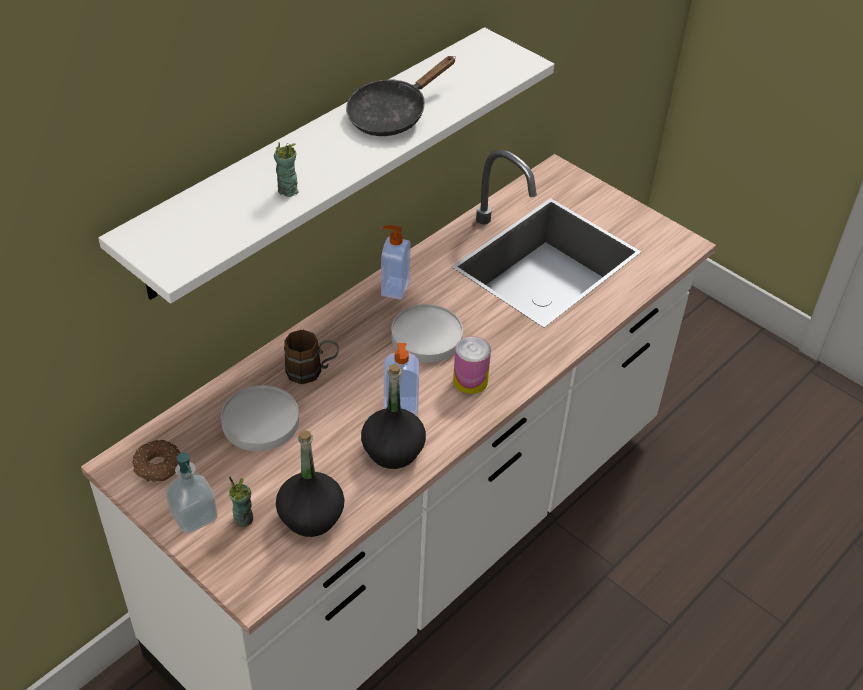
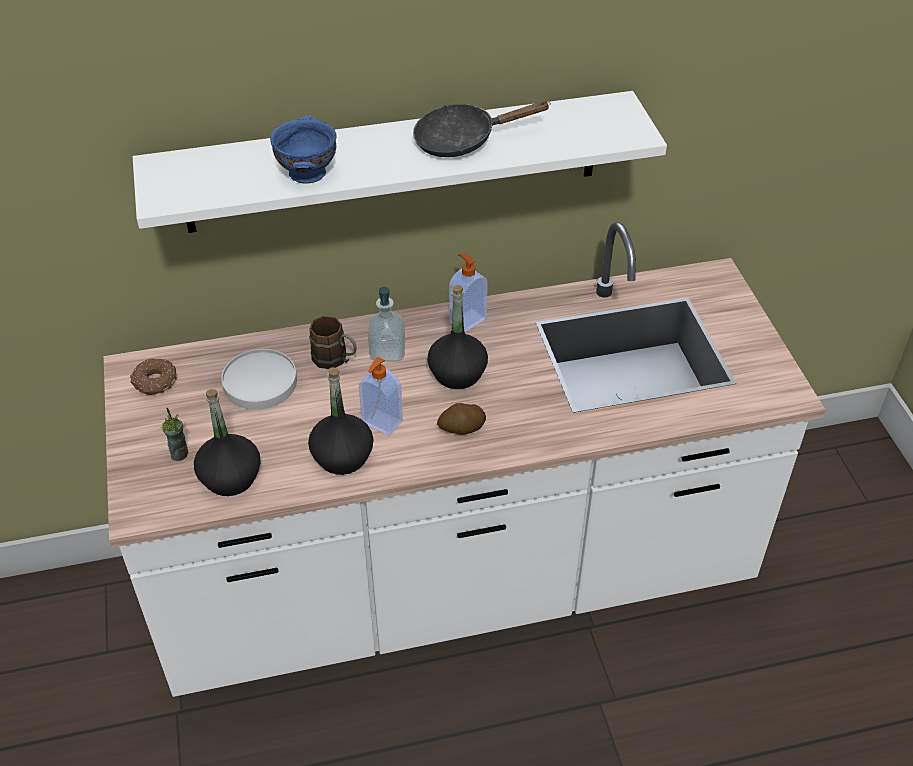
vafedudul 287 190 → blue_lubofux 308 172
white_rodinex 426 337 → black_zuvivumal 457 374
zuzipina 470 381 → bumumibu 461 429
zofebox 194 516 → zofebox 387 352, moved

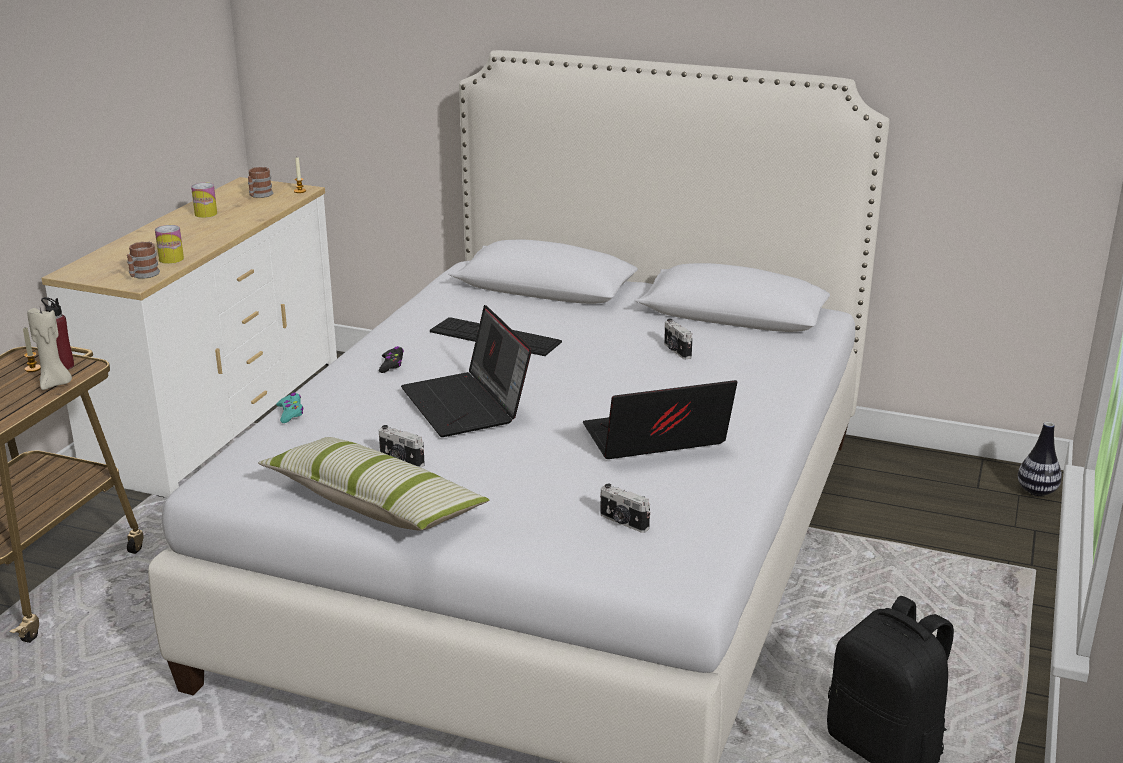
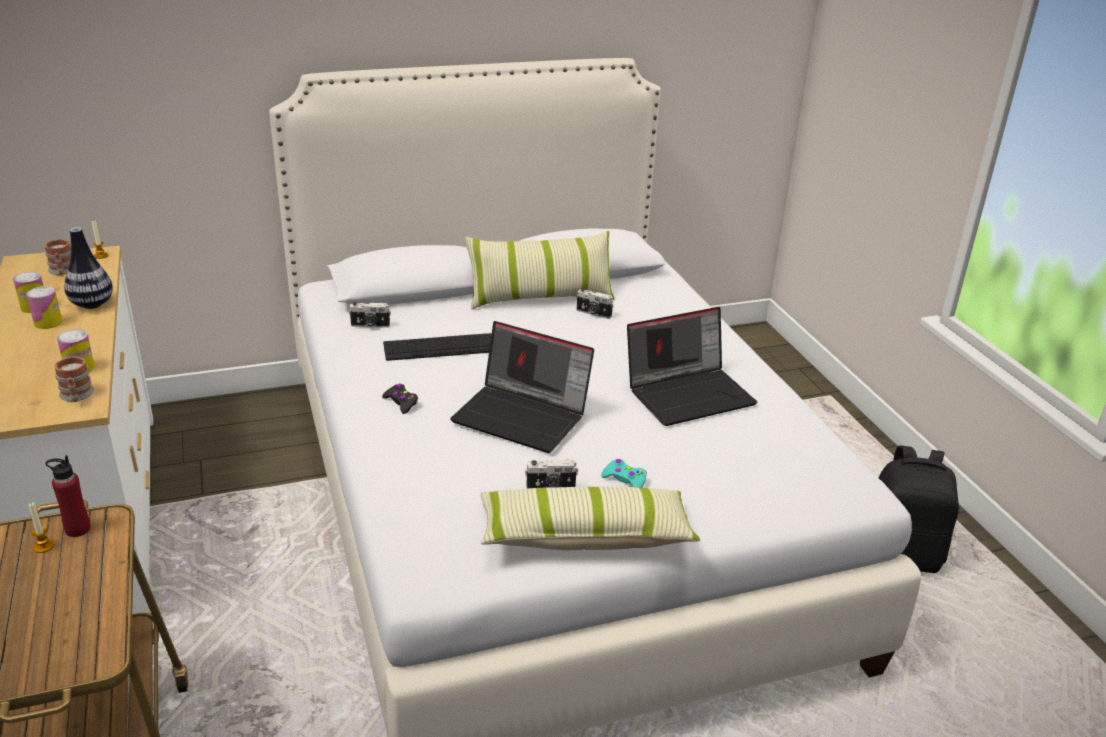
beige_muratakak 55 384 → -
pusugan 654 441 → pusugan 689 393, 150 degrees counterclockwise
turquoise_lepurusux 290 413 → turquoise_lepurusux 625 479, moved
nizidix 1036 491 → nizidix 92 304, moved
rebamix 623 522 → rebamix 370 325, moved
- → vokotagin 540 297
- → zuzipina 48 322

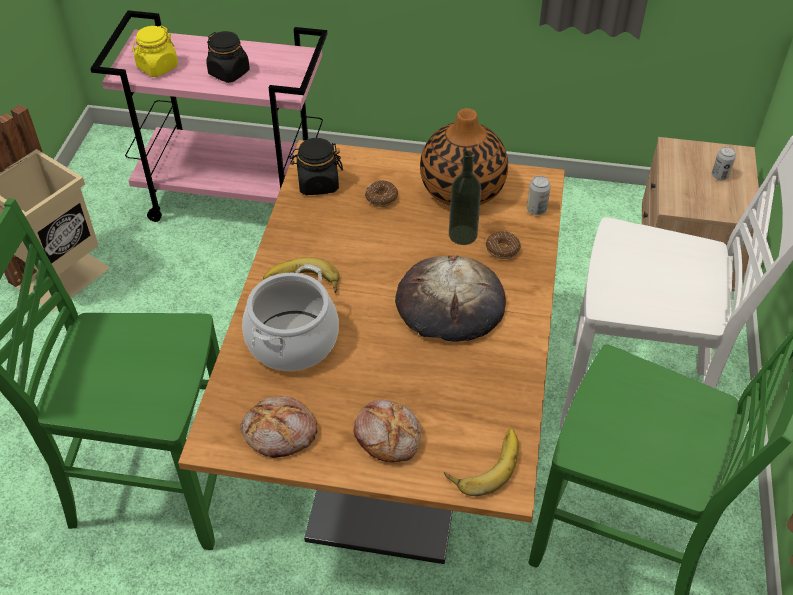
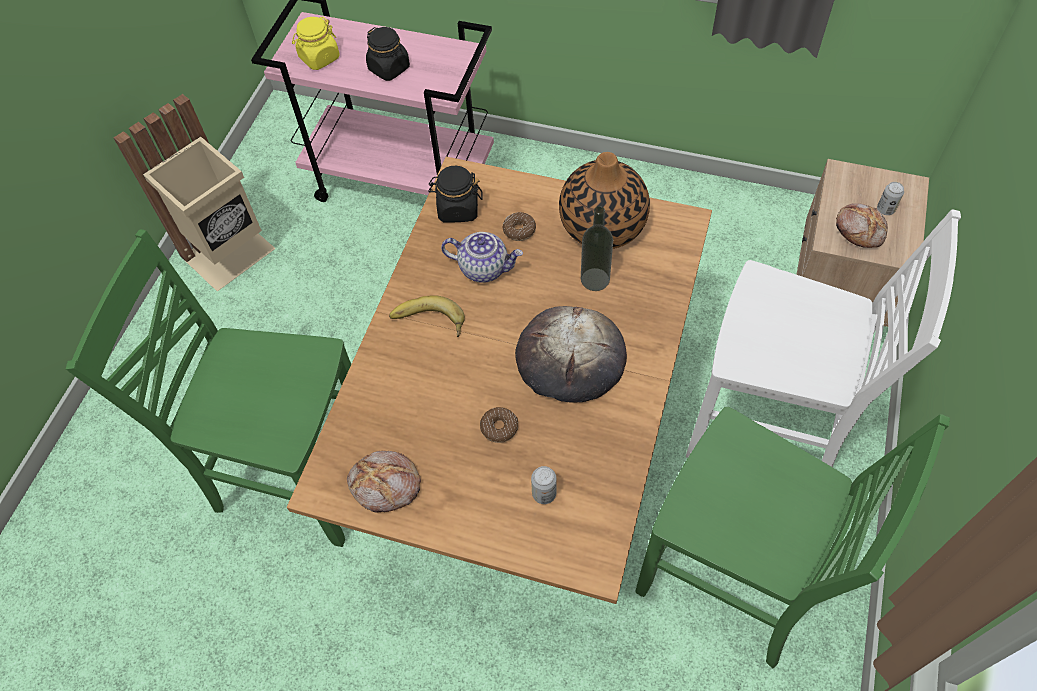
zuzipina 536 209 → zuzipina 544 493, moved
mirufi 502 249 → mirufi 499 428, moved
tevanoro 293 341 → -
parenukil 388 435 → parenukil 860 230, moved
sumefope 484 463 → -
- → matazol 484 268

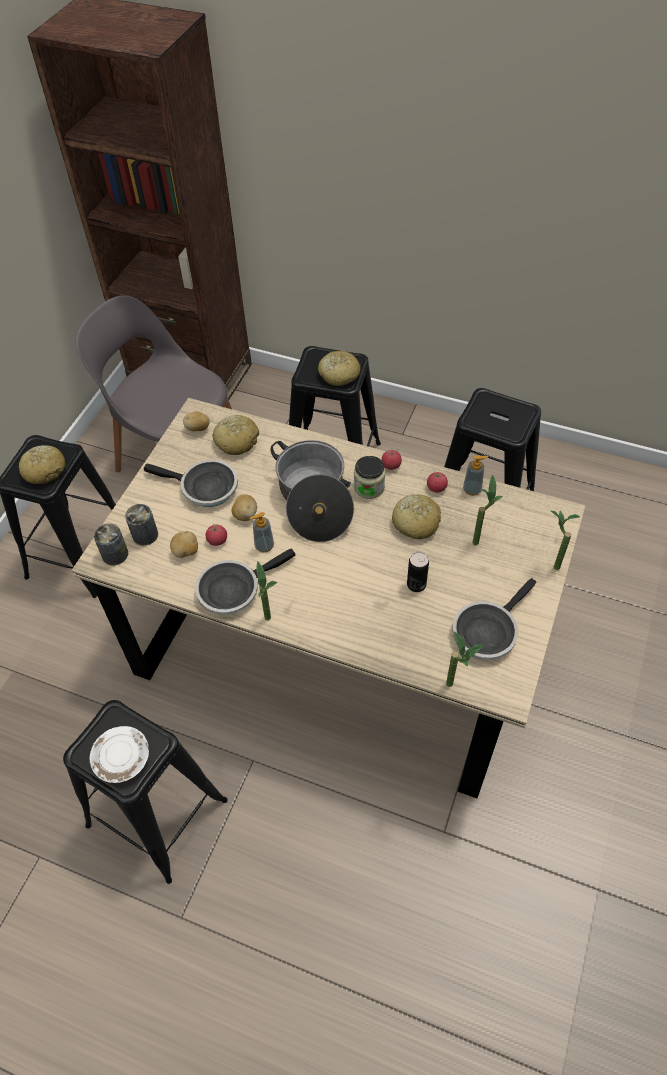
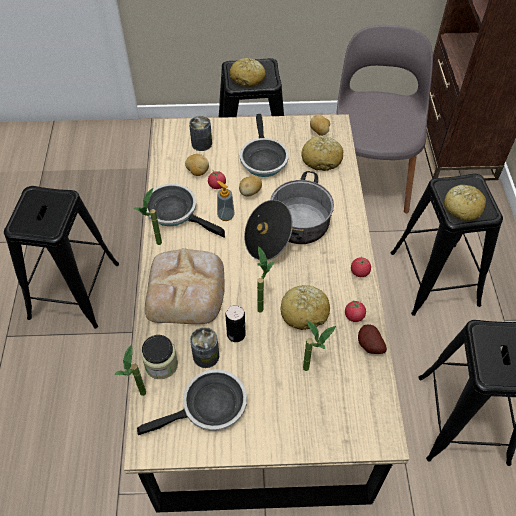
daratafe 369 487 → daratafe 161 364, moved
zofebox 472 489 → bumumibu 369 346
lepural 550 564 → lepural 261 304, moved
zuzipina 115 554 → zuzipina 206 356, moved
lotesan 487 631 → lotesan 209 407, 135 degrees clockwise
white_rodinex 122 759 → -
- → parenukil 186 289

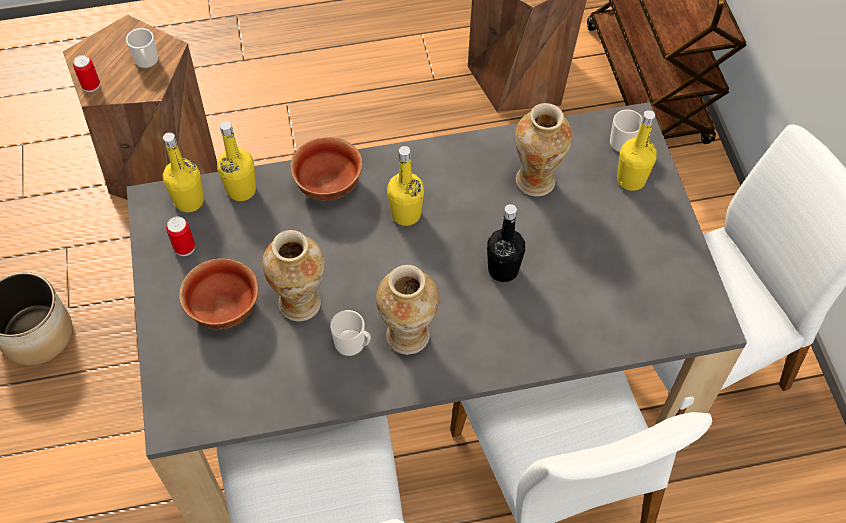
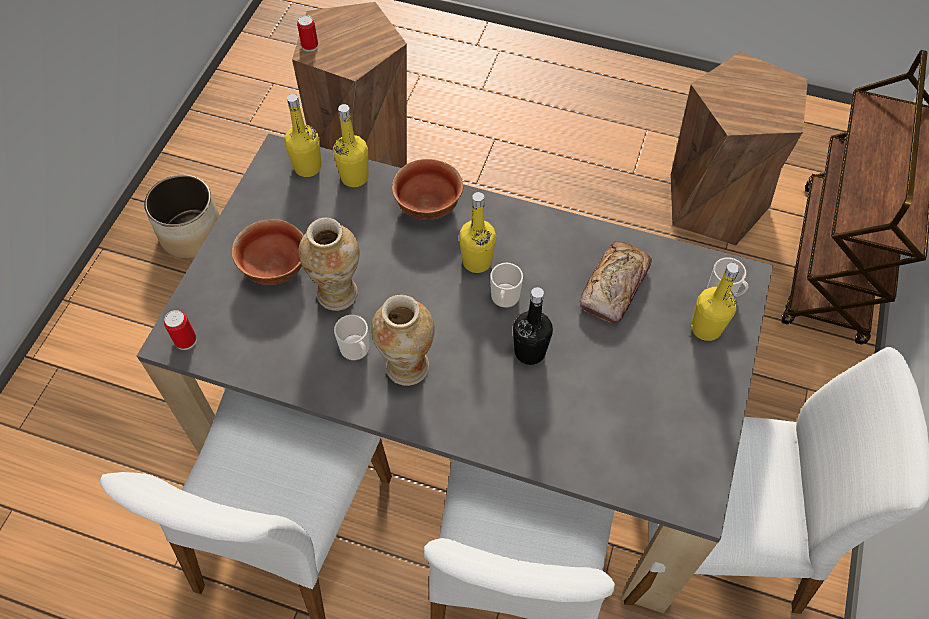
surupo 147 61 → surupo 504 299, moved
nizidix 537 180 → parenukil 614 287
zuzipina 184 247 → zuzipina 185 340, moved

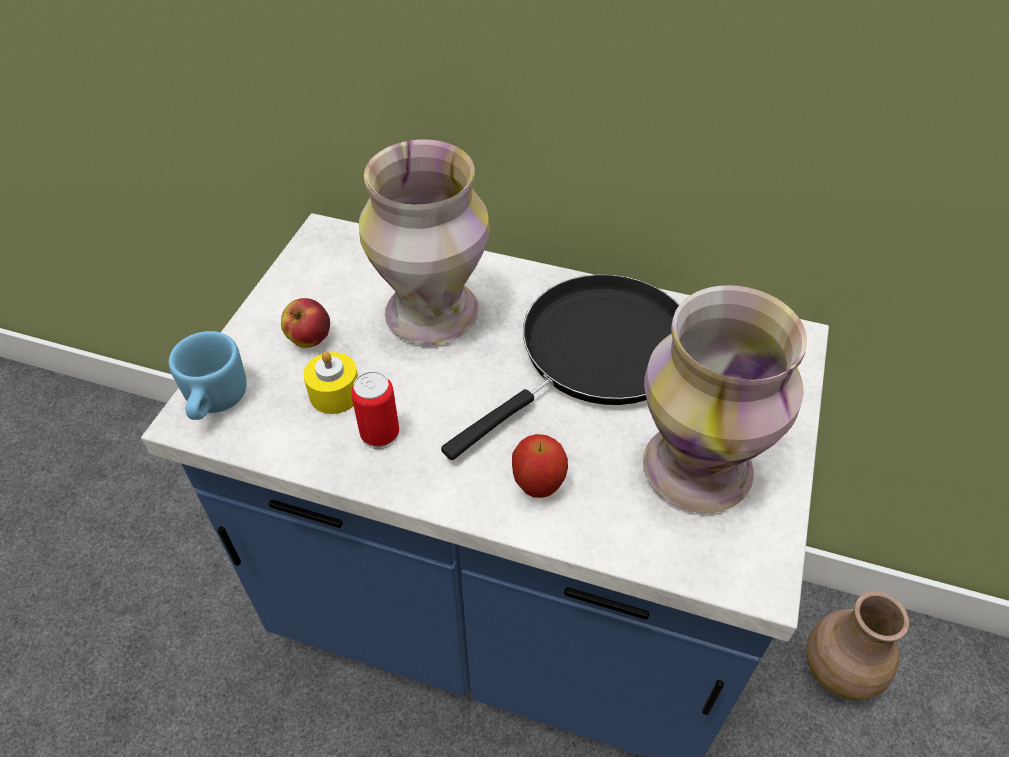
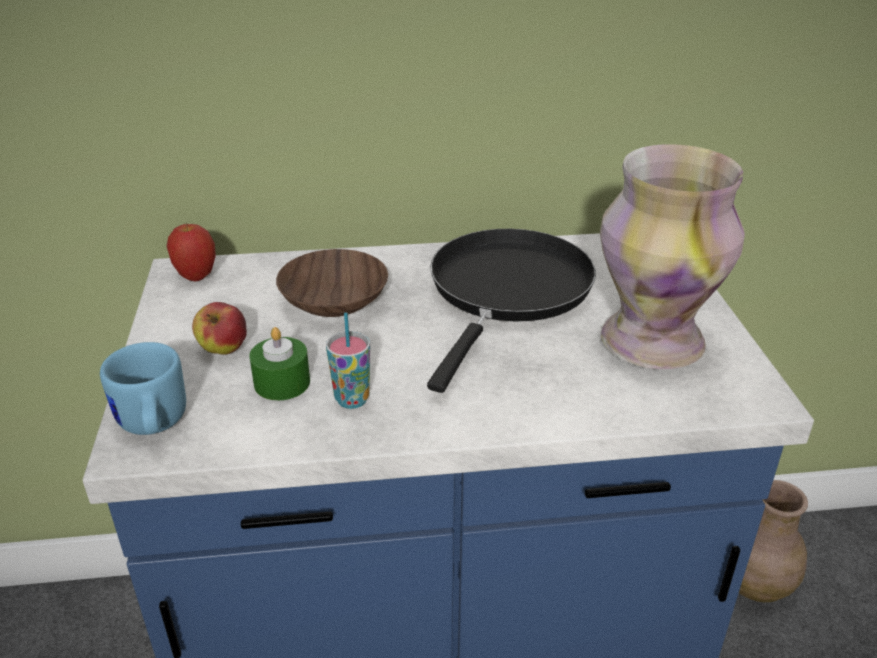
nizidix 430 315 → brown_lubofux 334 302
yellow_muratakak 335 393 → green_muratakak 282 382
zuzipina 380 434 → vafedudul 352 399
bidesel 538 486 → bidesel 196 276, moved

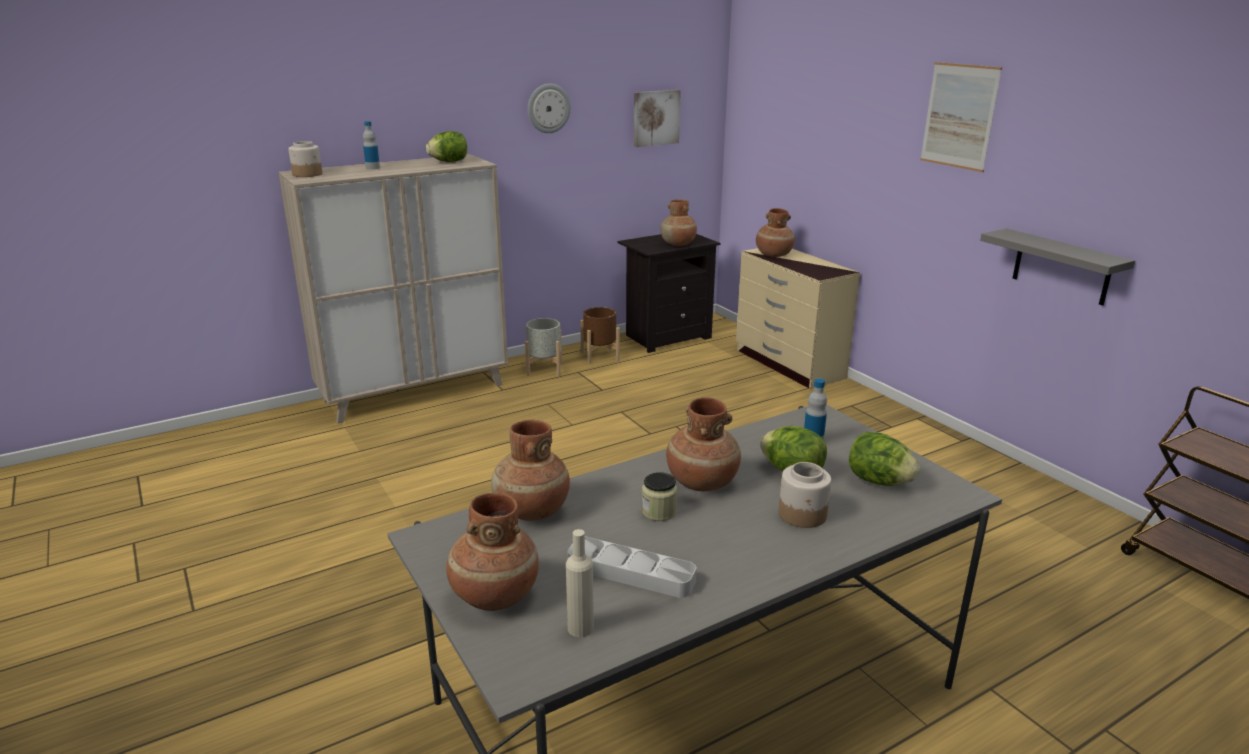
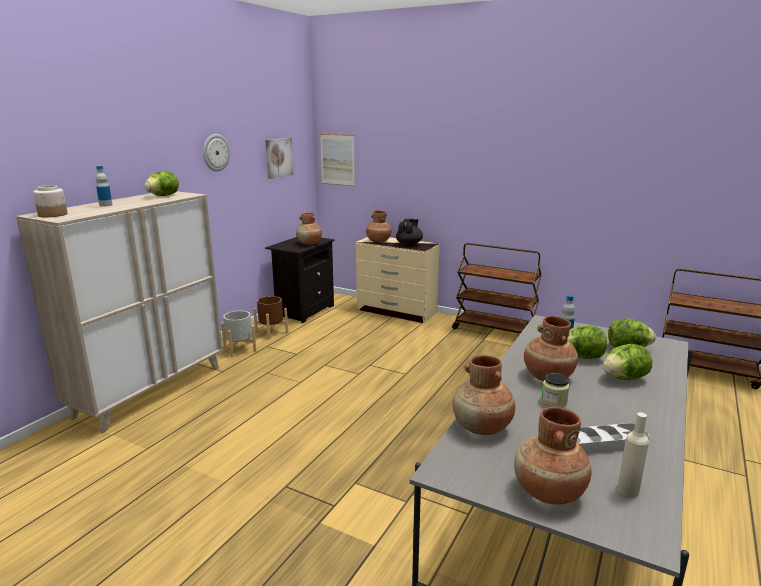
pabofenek 959 116 → pabofenek 337 159, moved
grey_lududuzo 1061 267 → -
daratafe 803 515 → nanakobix 624 378
- → black_matazol 409 244
- → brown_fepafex 495 330

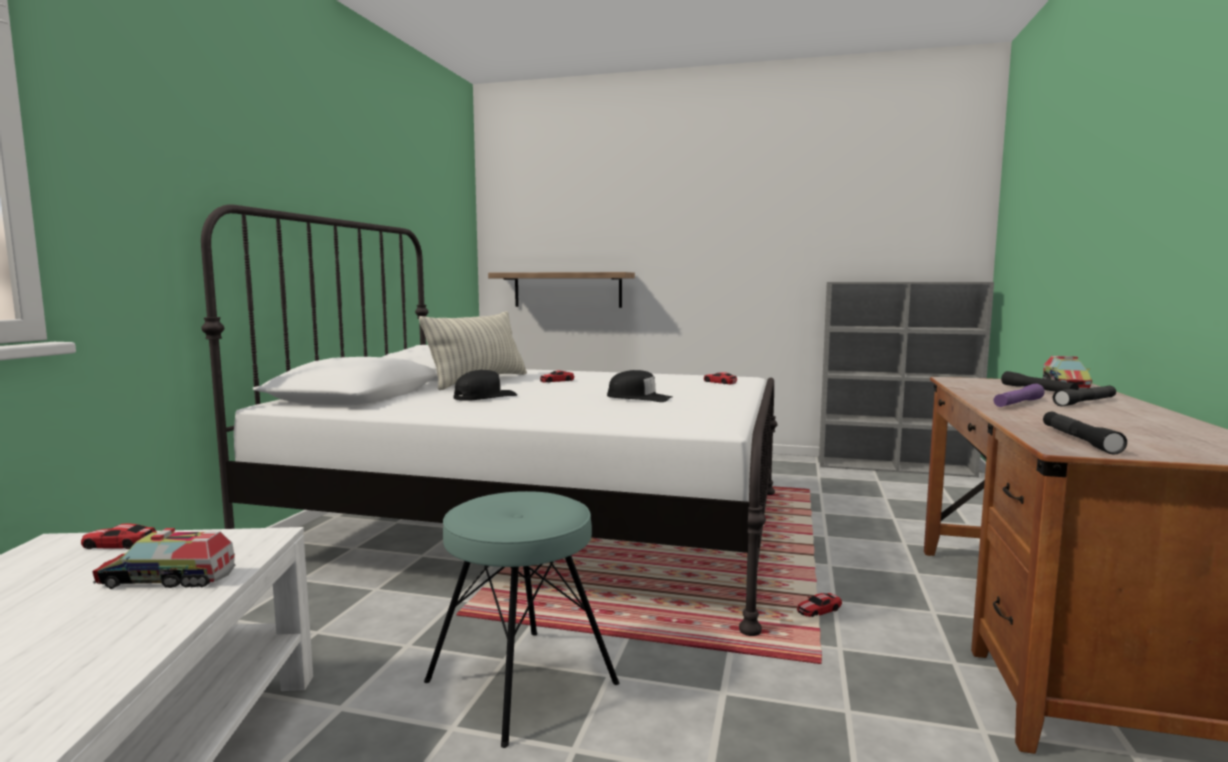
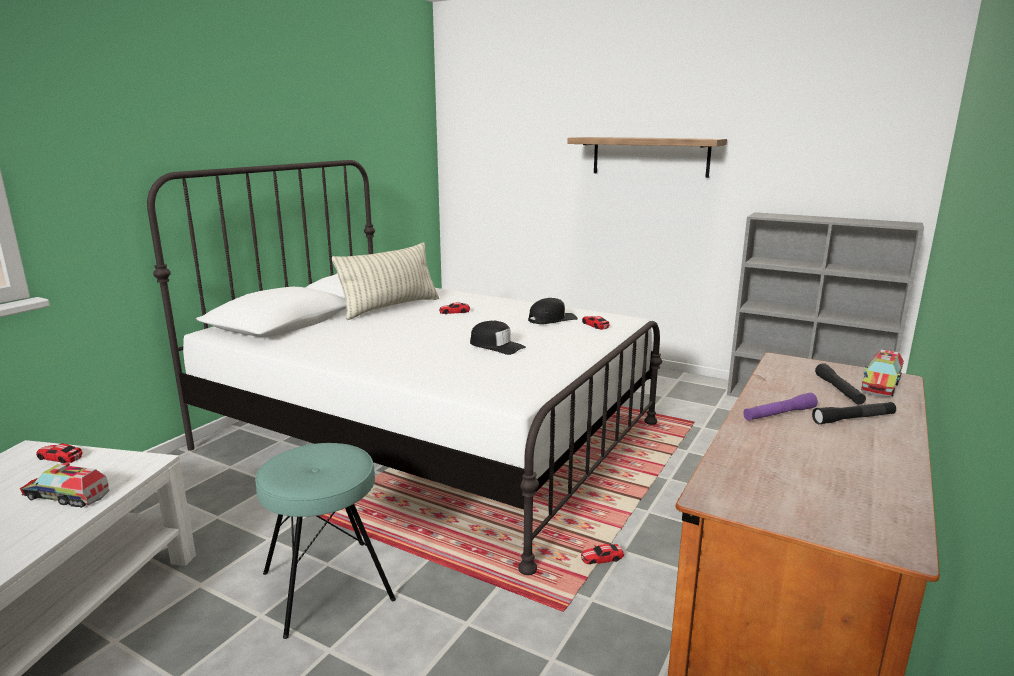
lududuzo 567 290 → lududuzo 650 156, moved
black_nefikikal 484 397 → black_nefikikal 552 319, moved
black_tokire 1079 440 → -

